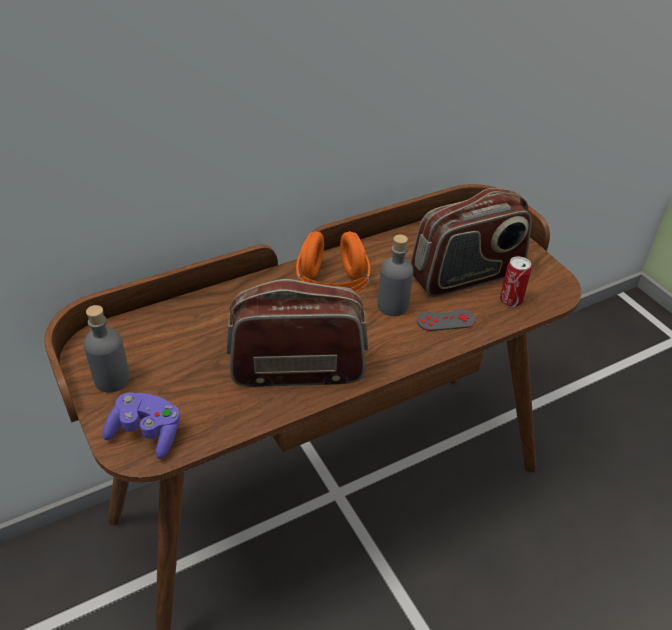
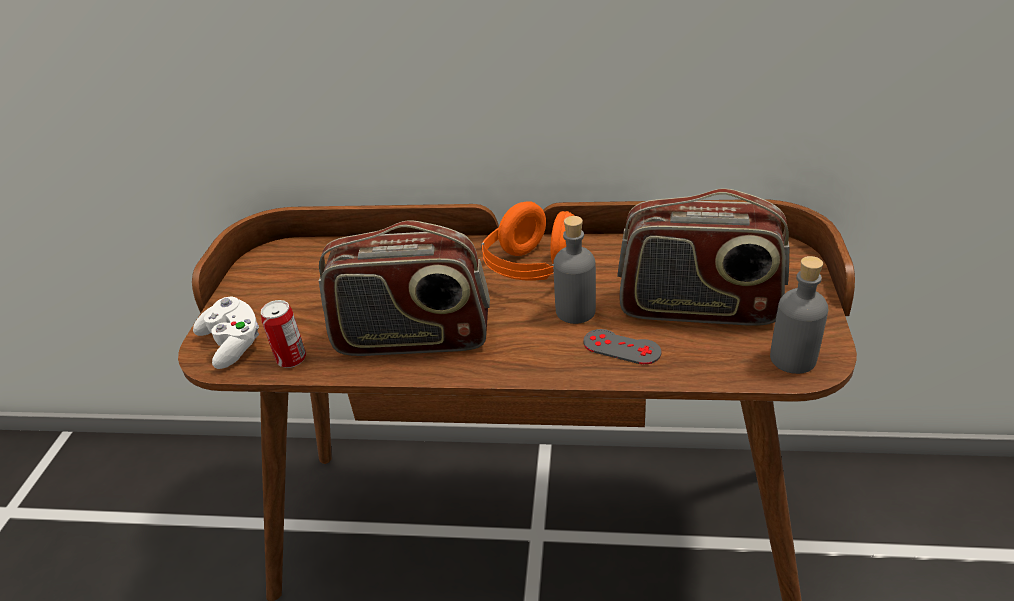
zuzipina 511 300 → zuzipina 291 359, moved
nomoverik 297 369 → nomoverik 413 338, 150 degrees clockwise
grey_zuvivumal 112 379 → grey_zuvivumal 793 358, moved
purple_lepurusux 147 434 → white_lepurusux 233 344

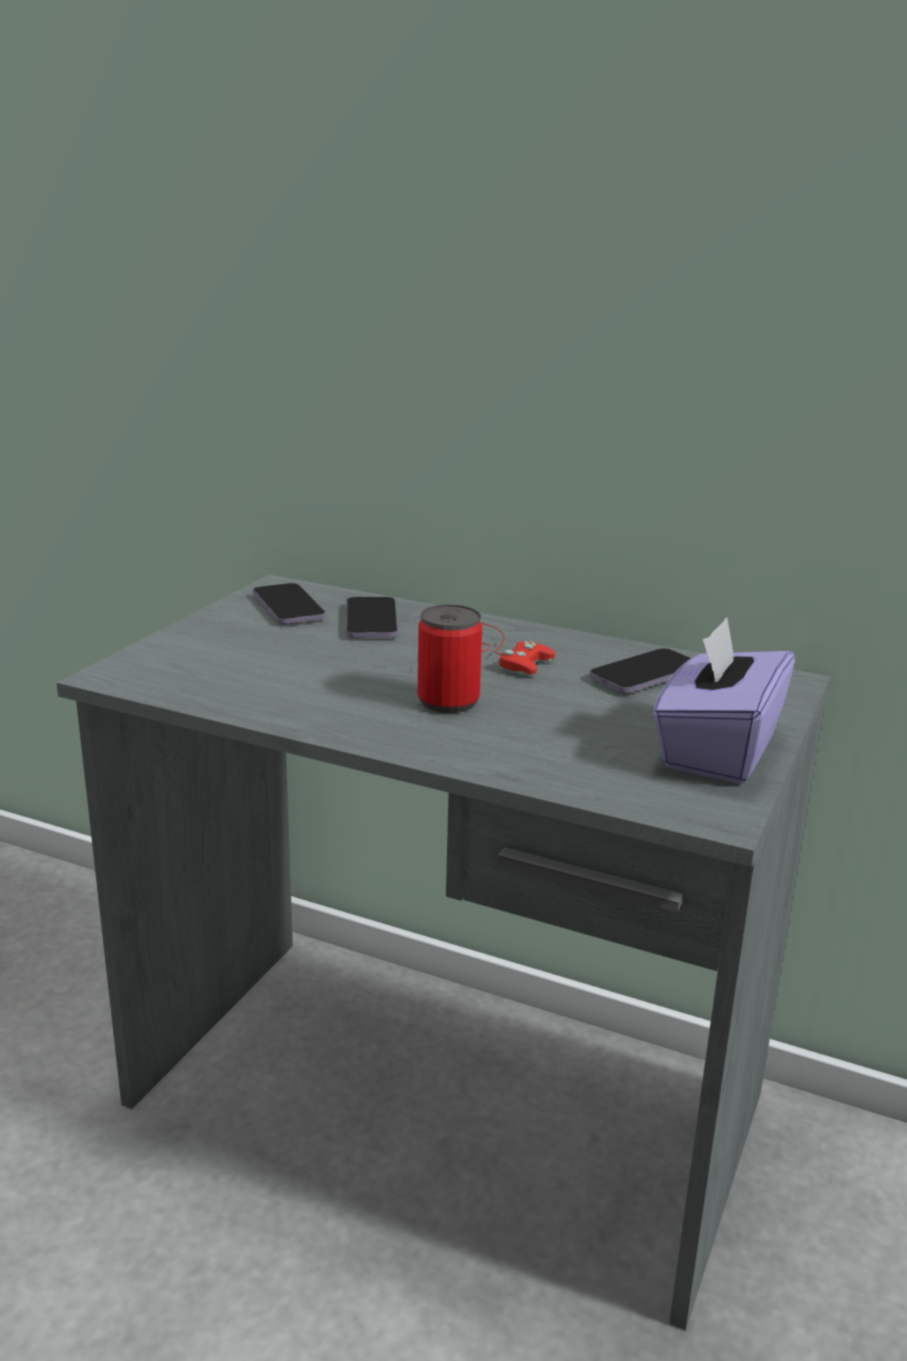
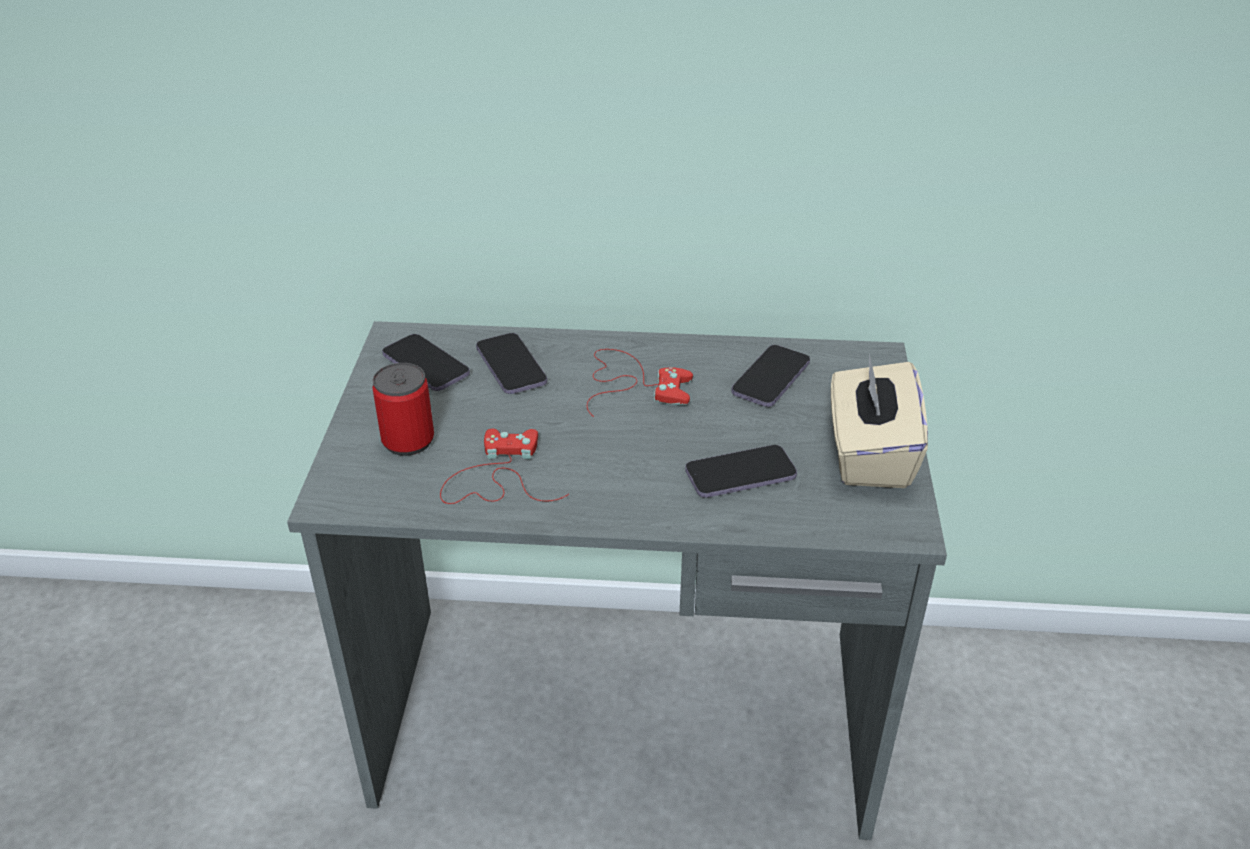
zuzipina 448 701 → zuzipina 408 440, moved
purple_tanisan 717 750 → beige_tanisan 869 454
- → red_lepurusux 497 476
- → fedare 740 474

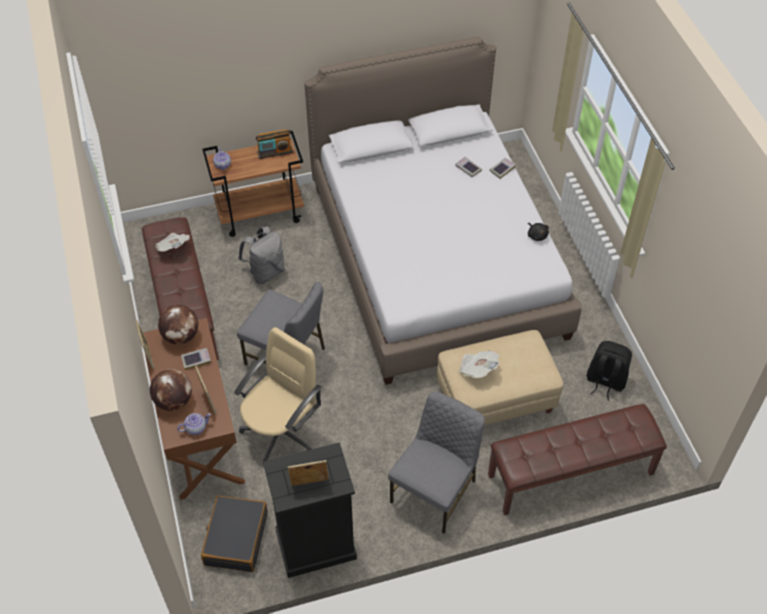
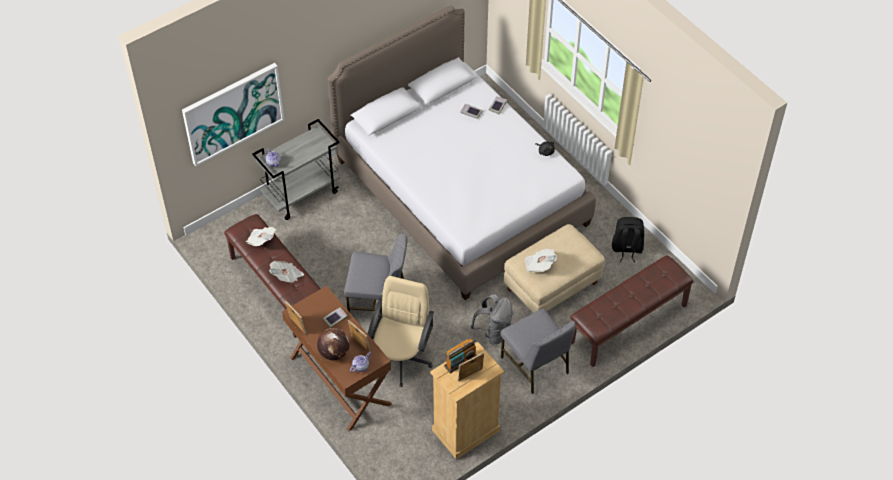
nomoverik 274 152 → nomoverik 460 361, moved
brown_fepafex 261 213 → grey_fepafex 302 194
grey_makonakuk 265 272 → grey_makonakuk 493 332, moved
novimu 181 336 → -
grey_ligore 435 491 → grey_ligore 536 366, 135 degrees clockwise
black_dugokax 315 545 → beige_dugokax 465 431
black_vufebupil 235 538 → -
- → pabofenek 233 113
- → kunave 287 276

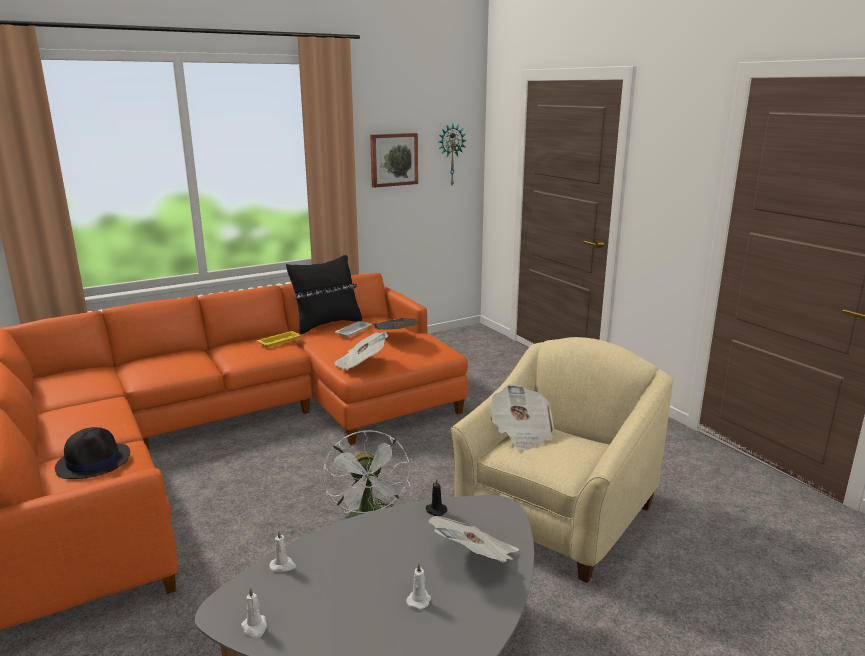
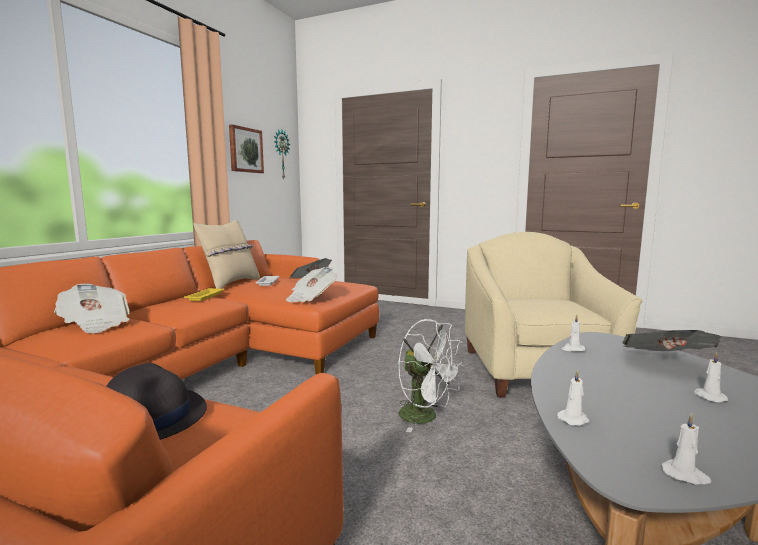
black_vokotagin 327 324 → beige_vokotagin 231 284
kunave 521 433 → kunave 95 325, moved
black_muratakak 435 510 → white_muratakak 572 349

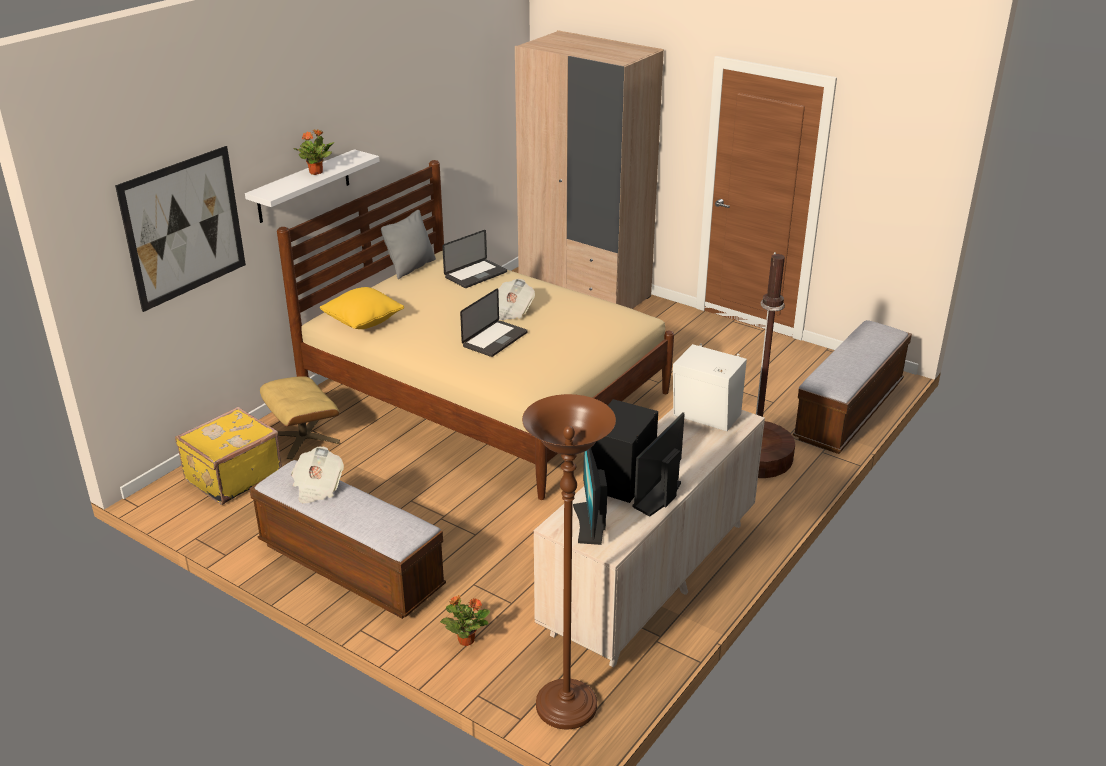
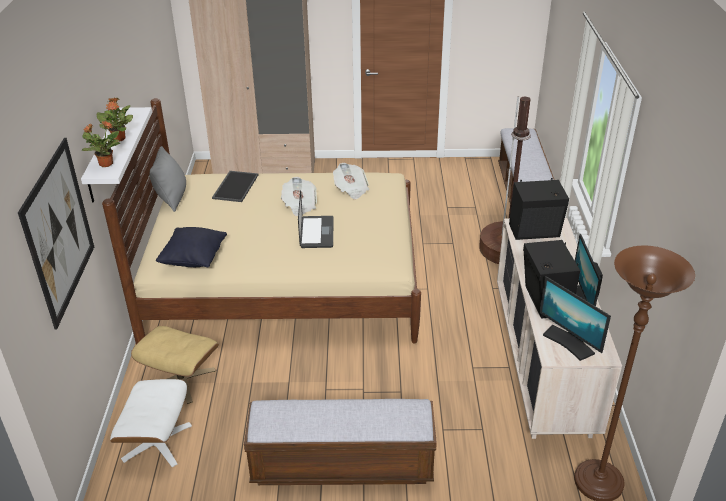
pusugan 476 275 → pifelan 235 186
yellow_vokotagin 363 322 → black_vokotagin 194 259
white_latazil 706 416 → black_latazil 535 232
yellow_vufebupil 232 476 → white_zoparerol 157 442
kunave 317 487 → kunave 351 189, moved
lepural 465 640 → lepural 105 164, moved

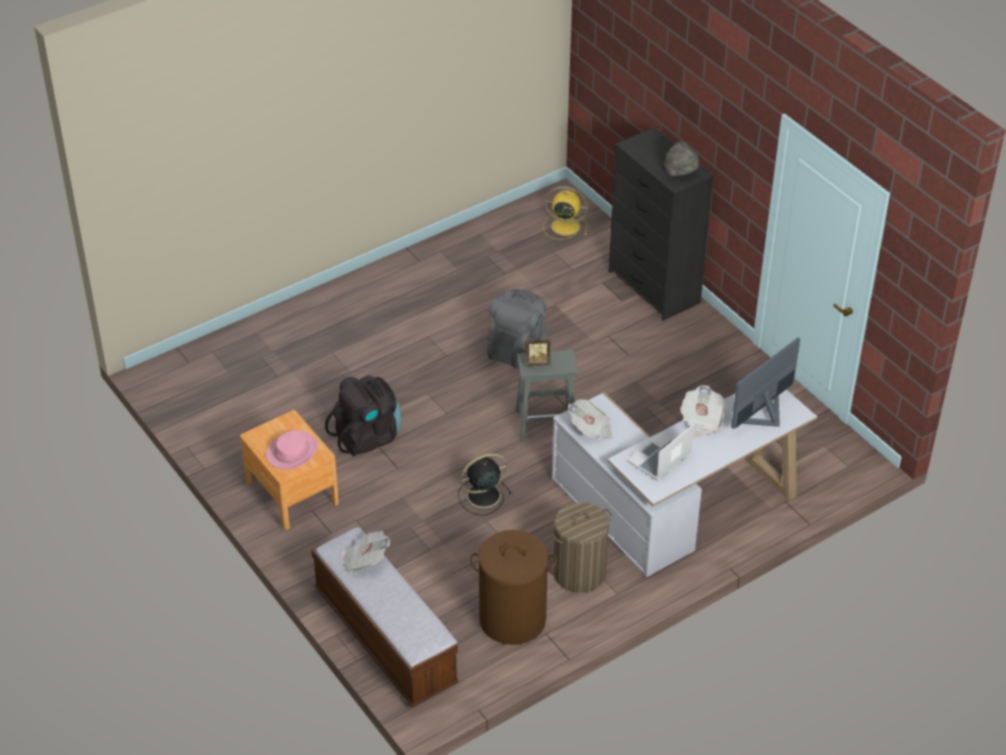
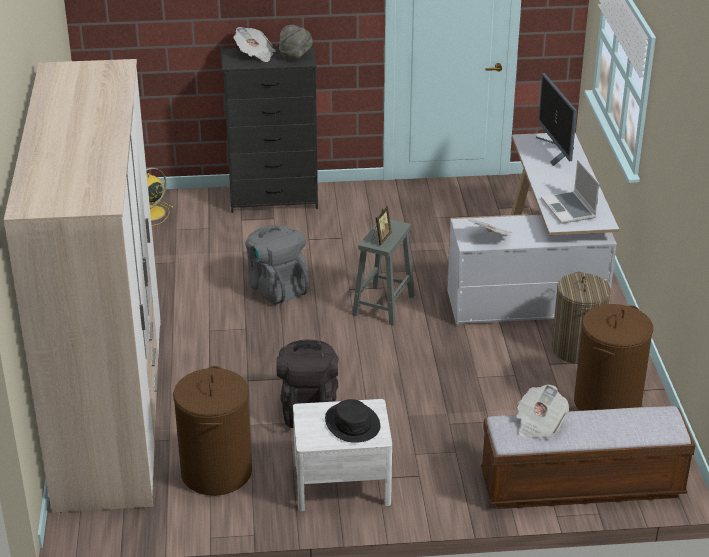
kunave 701 421 → kunave 255 54, moved
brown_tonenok 292 492 → white_tonenok 342 483
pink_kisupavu 292 451 → black_kisupavu 352 423
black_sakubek 482 496 → -
- → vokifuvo 112 410
- → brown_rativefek 217 472

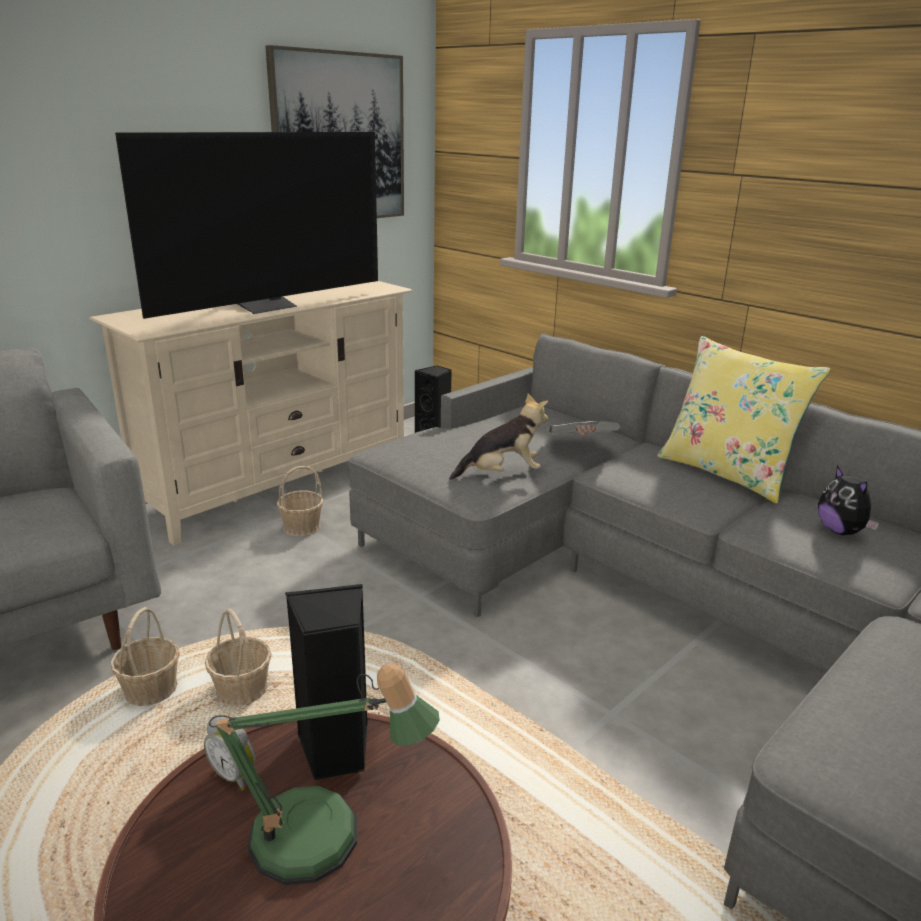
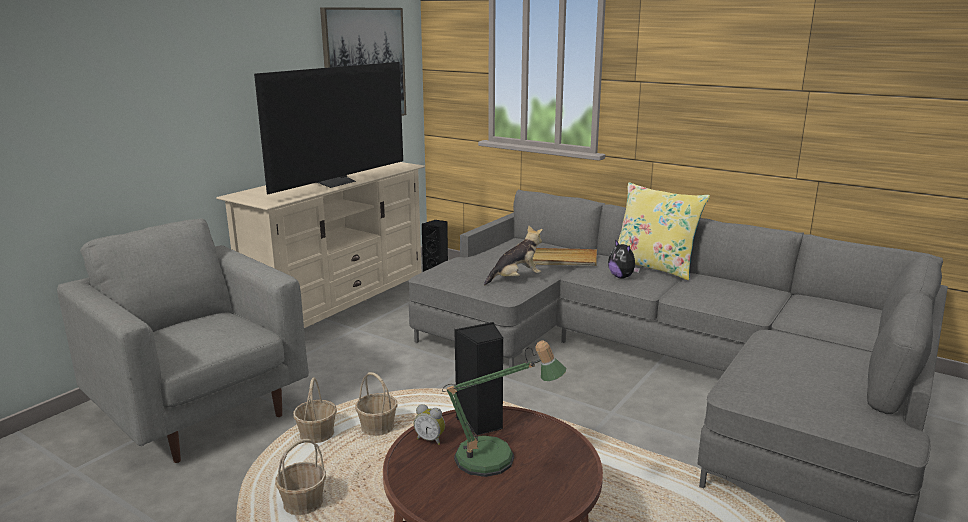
kunave 581 447 → beige_pifelan 559 260
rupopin 301 527 → rupopin 303 503, moved
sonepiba 840 531 → sonepiba 622 277, moved

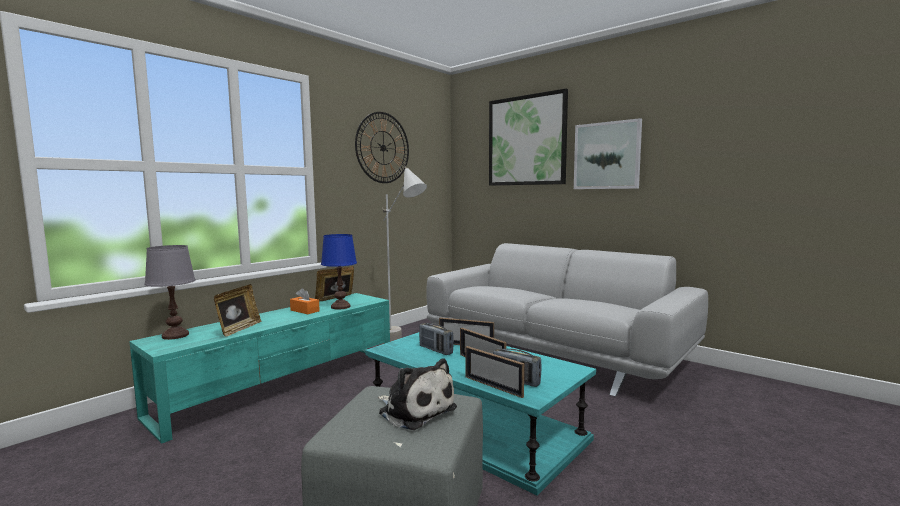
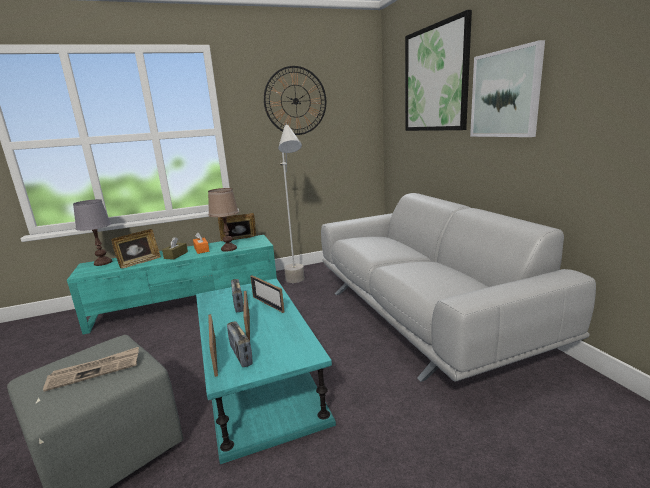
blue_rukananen 340 307 → brown_rukananen 228 248
sonepiba 415 410 → kunave 95 370
- → brown_tanisan 176 255

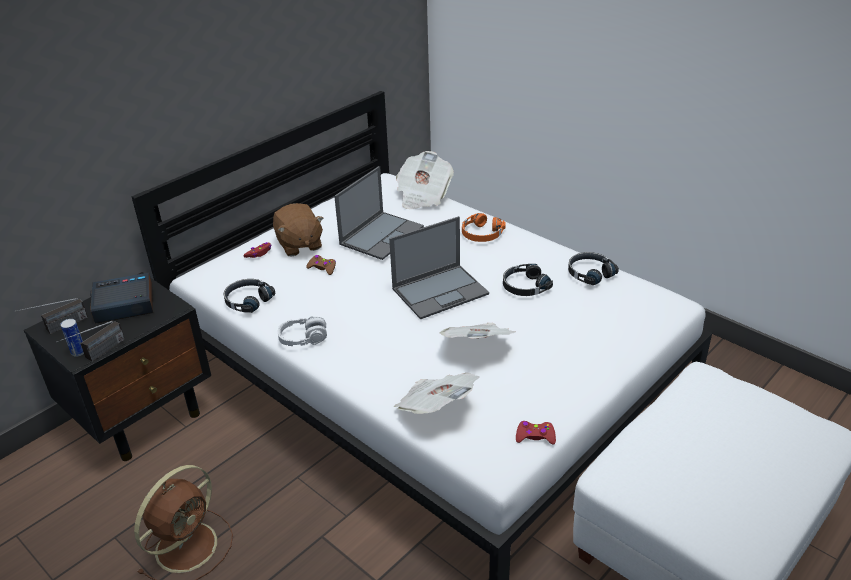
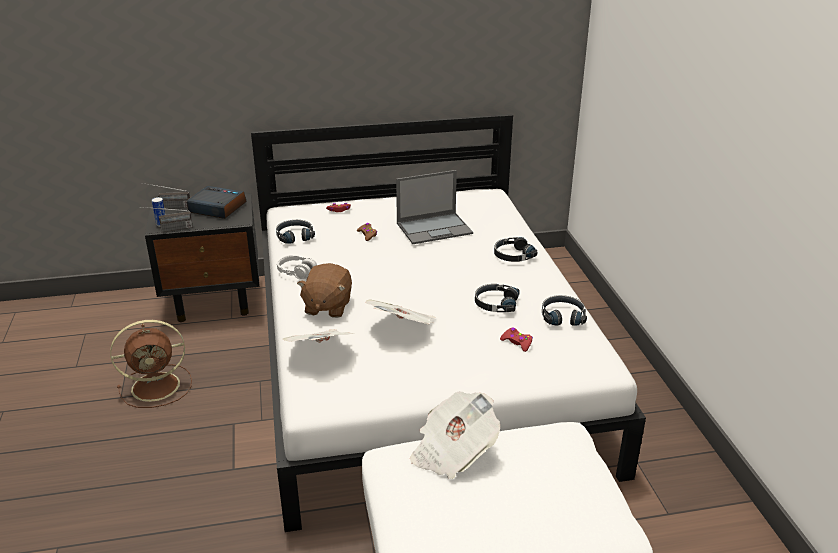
kunave 423 195 → kunave 452 452, moved
brown_sonepiba 299 245 → brown_sonepiba 327 307, moved
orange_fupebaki 481 234 → black_fupebaki 513 255
pusugan 441 291 → -
red_lepurusux 535 436 → red_lepurusux 517 342, moved

